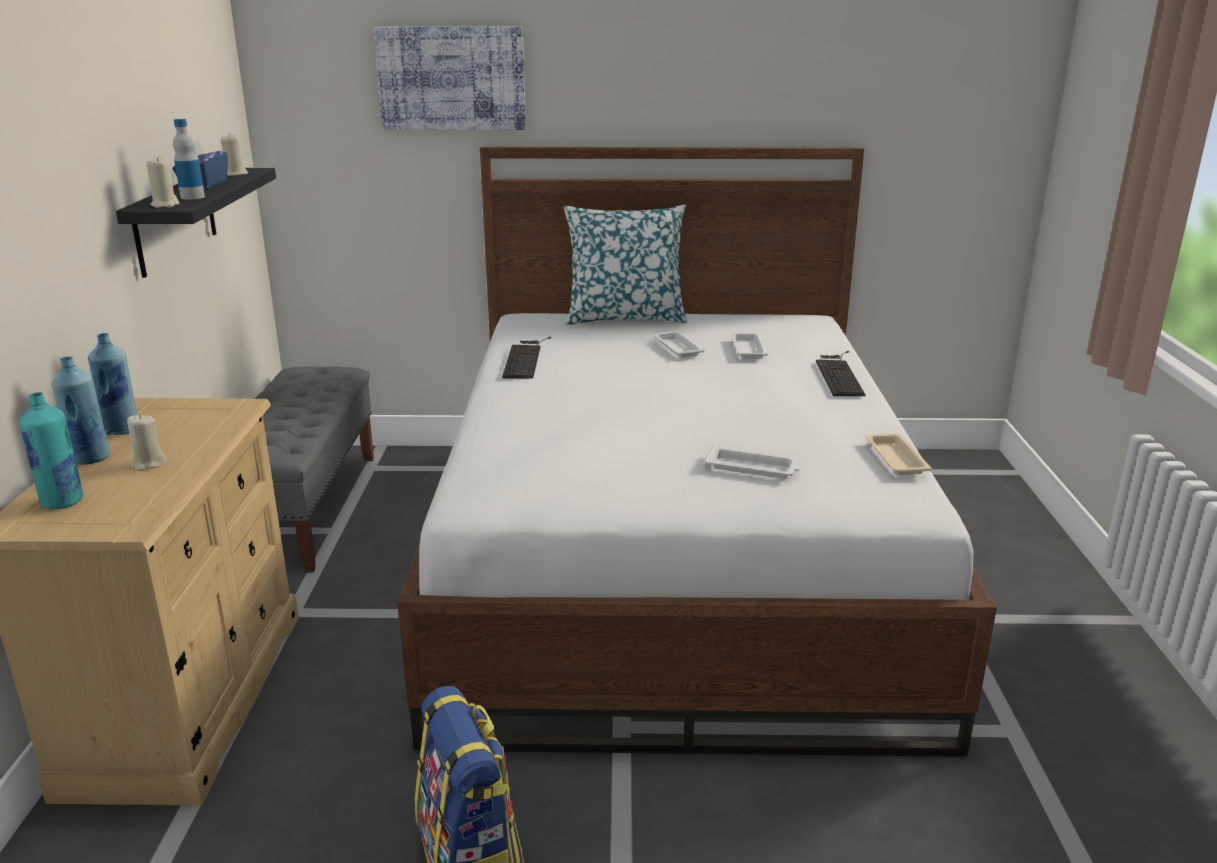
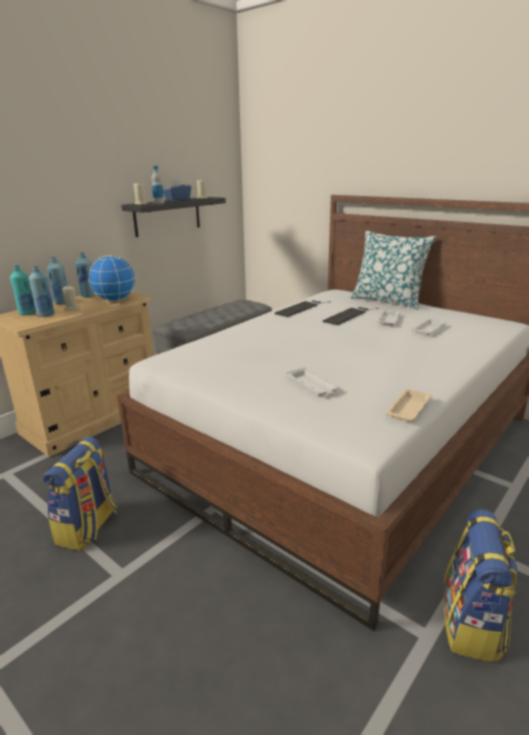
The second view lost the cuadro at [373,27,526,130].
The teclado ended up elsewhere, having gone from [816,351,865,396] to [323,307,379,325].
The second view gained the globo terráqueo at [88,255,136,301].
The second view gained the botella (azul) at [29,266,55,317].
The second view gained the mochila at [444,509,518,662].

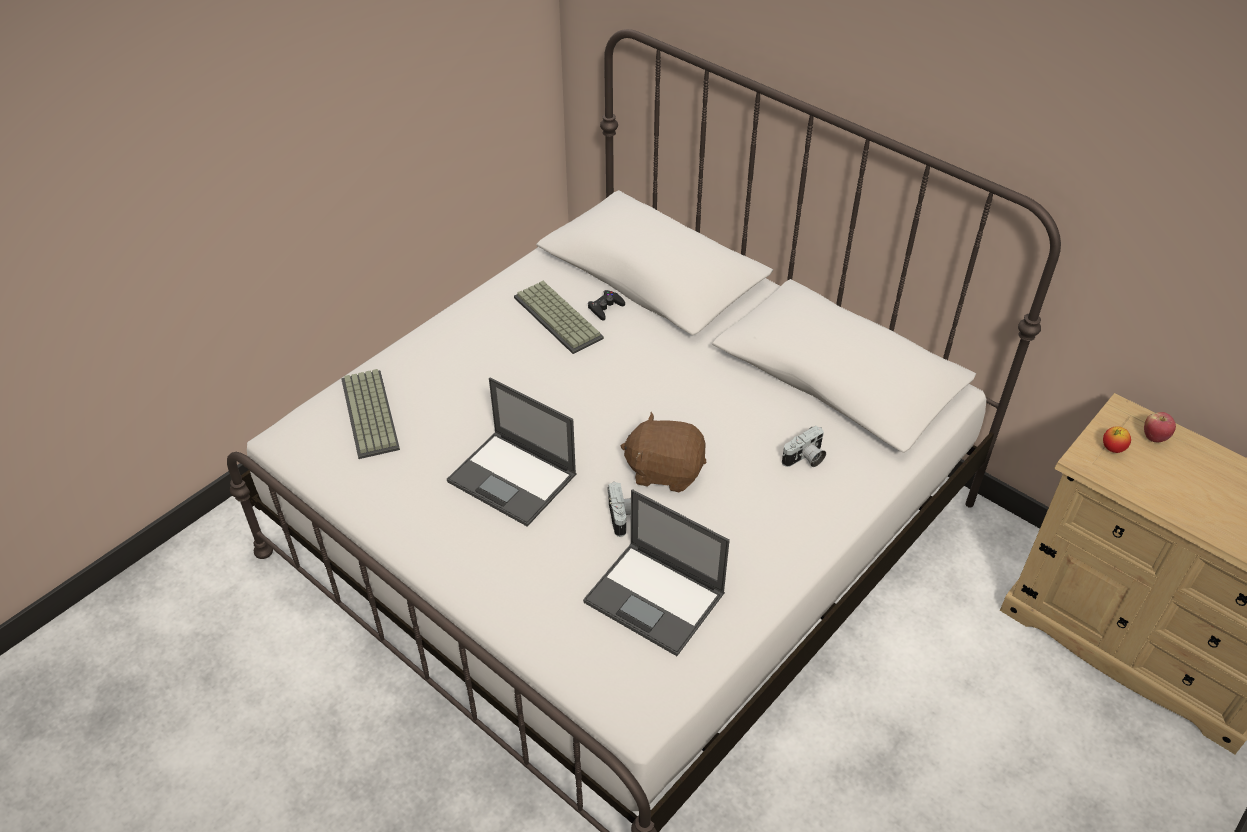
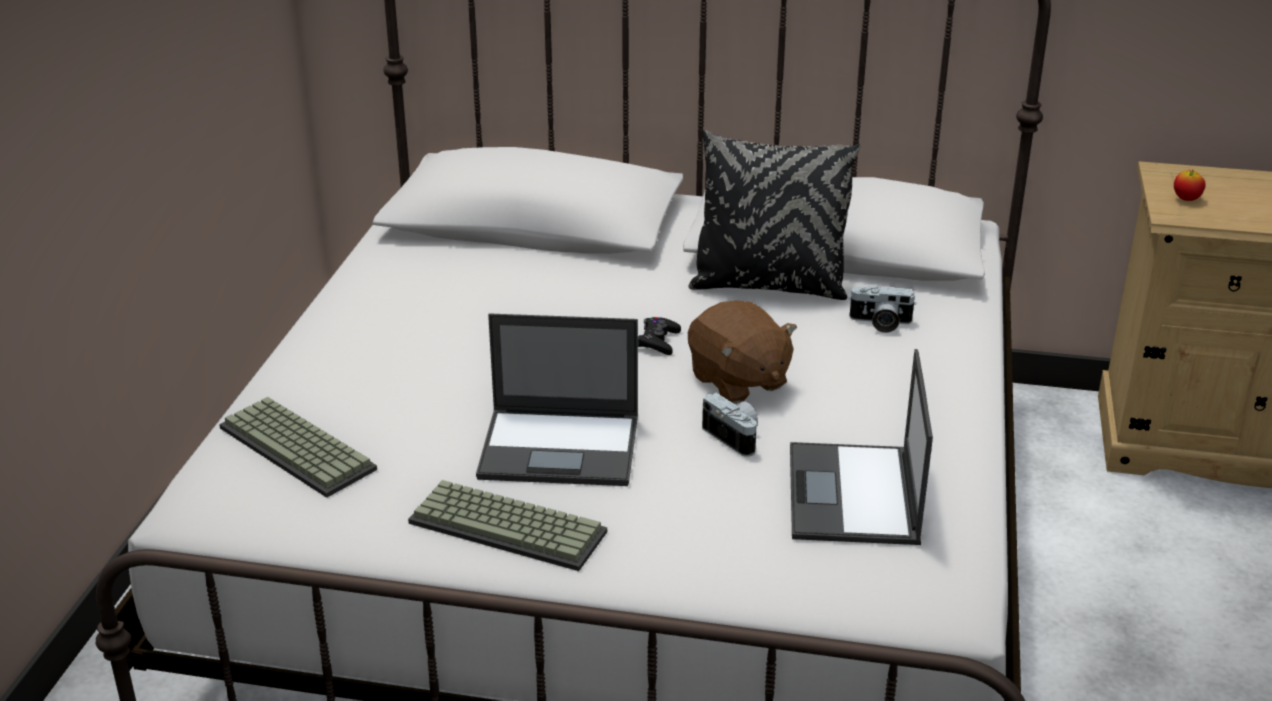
The teclado ended up elsewhere, having gone from [514,281,604,354] to [408,480,607,571].
The mando de consola (negro) ended up elsewhere, having gone from [588,290,625,321] to [638,317,681,355].
The peluche (marrón) at [621,412,706,492] ended up facing another way, 105 degrees counterclockwise from before.
The second view lost the manzana at [1144,412,1176,442].
The cámara at [782,426,826,467] ended up facing another way, 75 degrees clockwise from before.
The portátil at [583,490,730,656] ended up facing another way, 90 degrees clockwise from before.
The second view gained the cojín (negro) at [688,131,861,300].

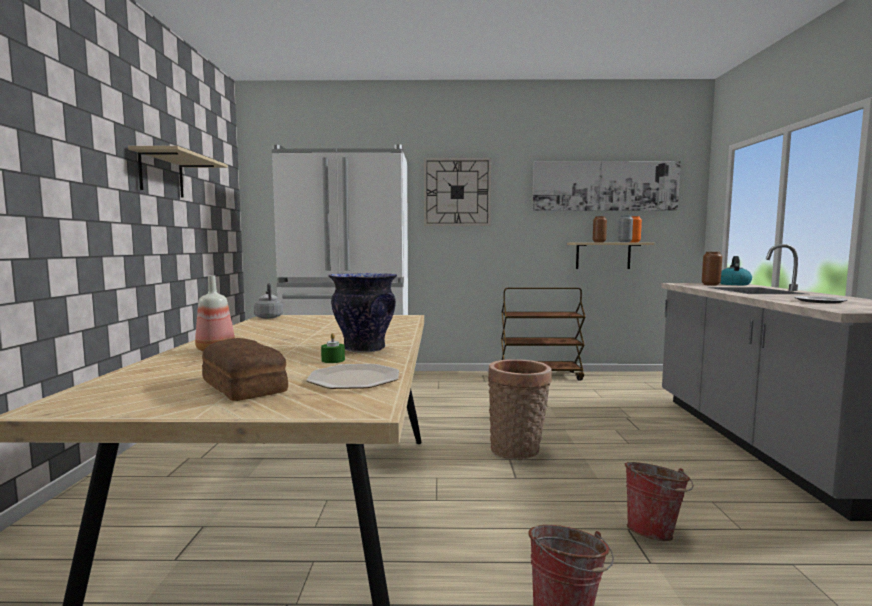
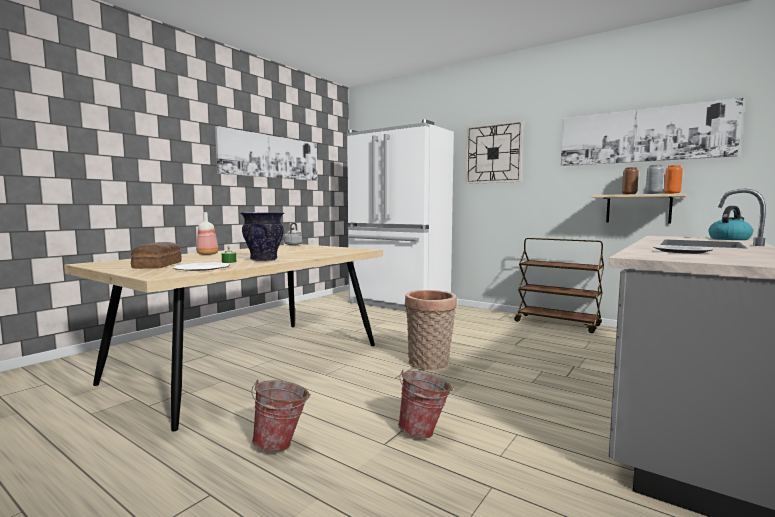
Where the estante (beis) hung at [128,146,228,198], the cuadro came to hang at [215,126,317,181].
The second view lost the florero (marrón) at [702,252,722,286].

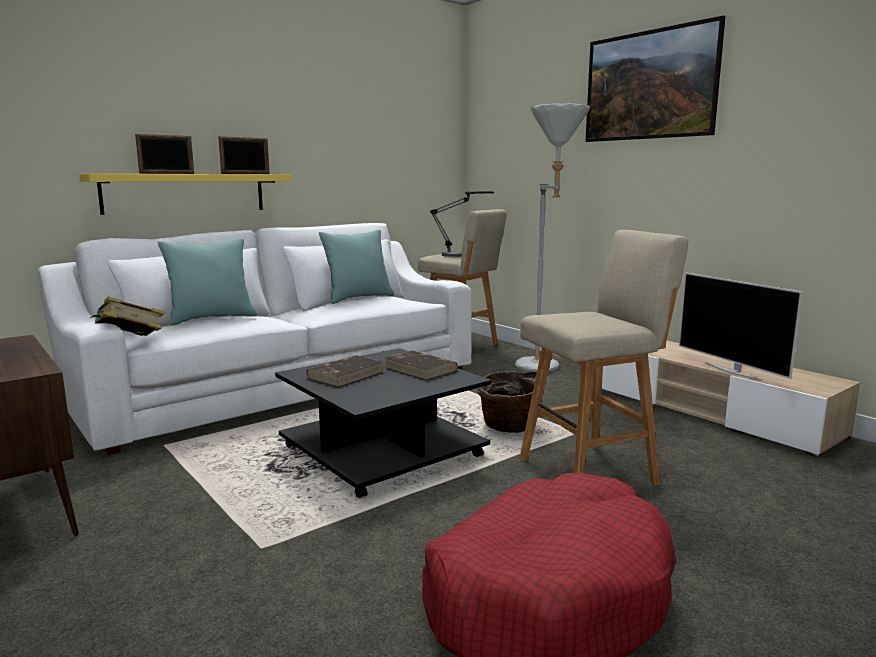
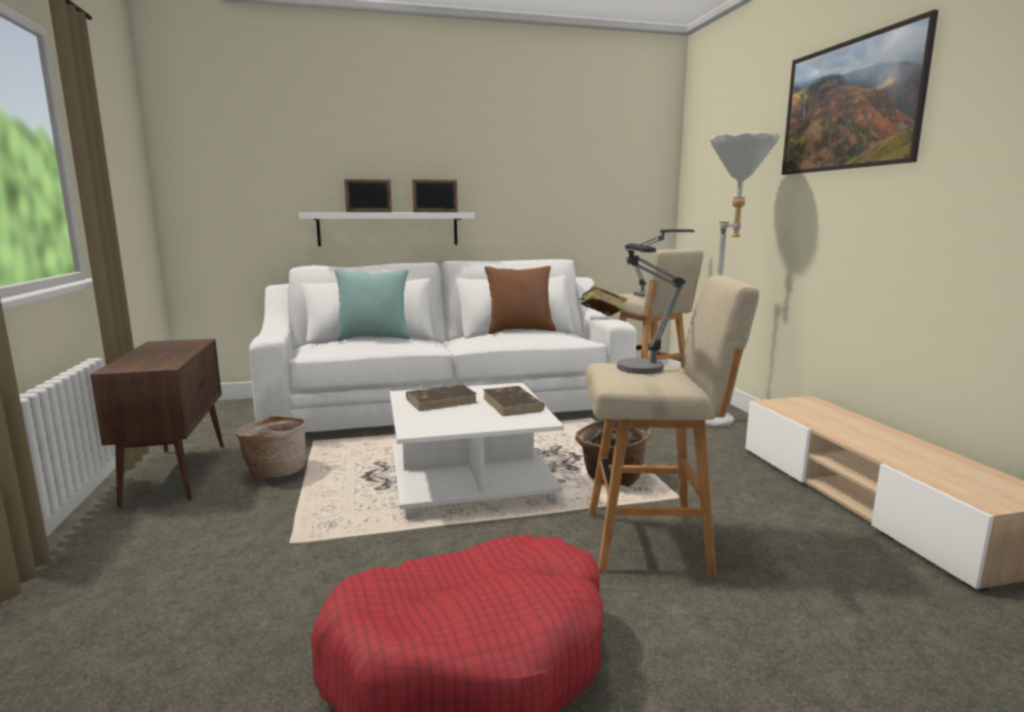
What was the estante (amarillo) at [79,174,291,215] turned into the estante (blanco) at [299,212,475,246].
What was the cojín (turquesa) at [319,230,394,304] turned into the cojín (marrón) at [485,266,556,334].
The second view lost the televisor at [679,273,803,381].
The libro ended up elsewhere, having gone from [90,296,165,336] to [578,285,628,316].
What was the mesa de centro (negro) at [275,348,491,498] turned into the mesa de centro (blanco) at [390,383,564,518].
The second view gained the lámpara de mesa at [617,243,686,374].
The second view gained the cesta at [235,415,306,479].

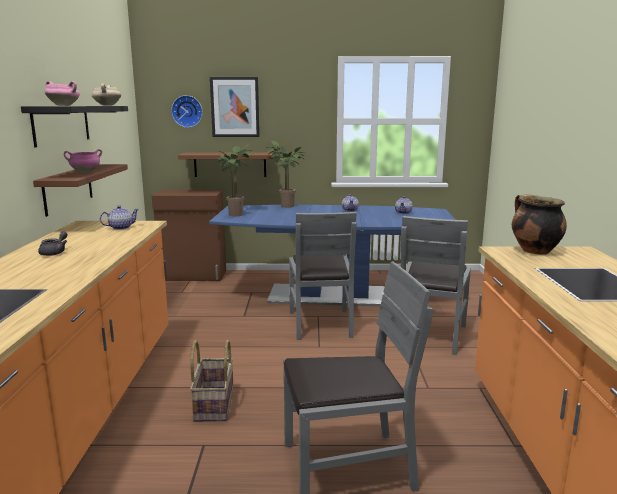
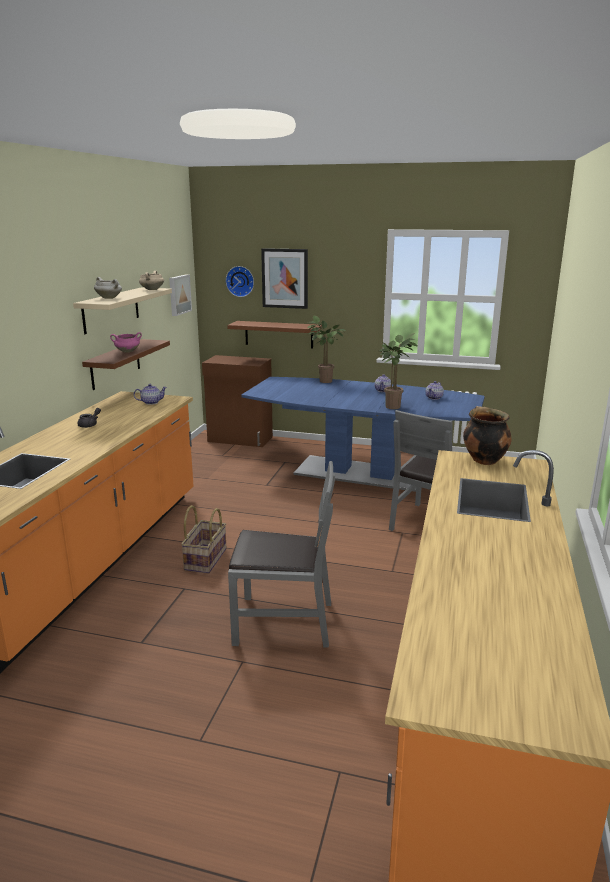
What was the olla (rosa) at [44,81,80,106] turned into the olla (blanco) at [94,277,122,299].
What was the estante (negro) at [21,106,128,148] turned into the estante (beis) at [73,288,172,334].
The planta en maceta ended up elsewhere, having gone from [217,144,254,216] to [379,333,418,409].
The second view lost the silla (gris) at [289,212,357,340].
The second view gained the cuadro at [169,274,192,316].

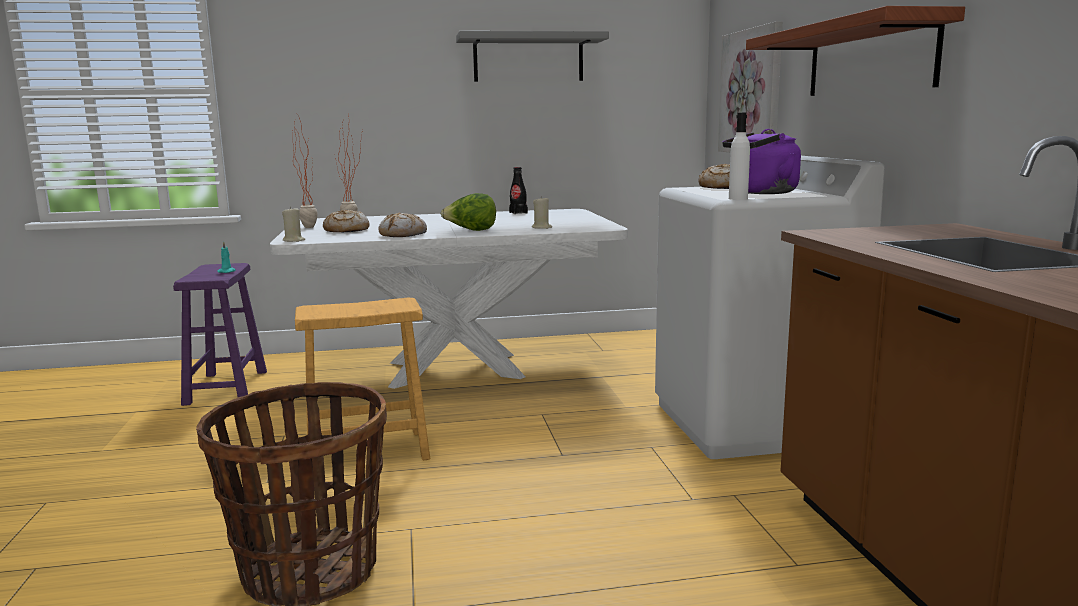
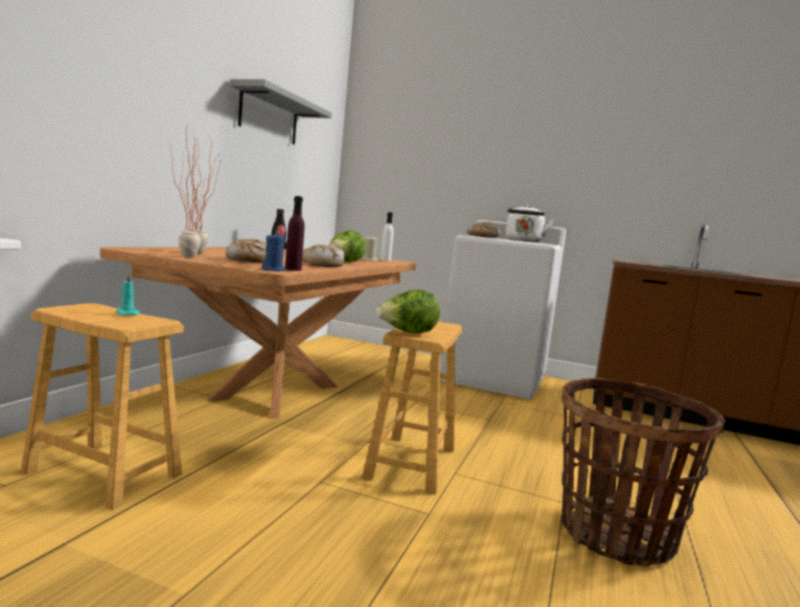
The second view lost the estante at [746,6,965,96].
The second view lost the cuadro at [718,21,783,153].
The botella (blanco) ended up elsewhere, having gone from [729,113,750,200] to [380,212,394,261].
What was the hervidor (morado) at [722,129,801,194] turned into the hervidor (blanco) at [506,205,554,242].
What was the vela (beis) at [282,206,305,242] turned into the vela (azul) at [262,232,286,271].
What was the mesa de comedor (blanco) at [270,209,628,389] turned into the mesa de comedor (marrón) at [100,247,416,419].
What was the taburete (morado) at [173,263,267,406] turned into the taburete (marrón) at [21,303,184,510].
The second view gained the botella (morado) at [285,196,305,271].
The second view gained the lechuga at [376,289,440,333].

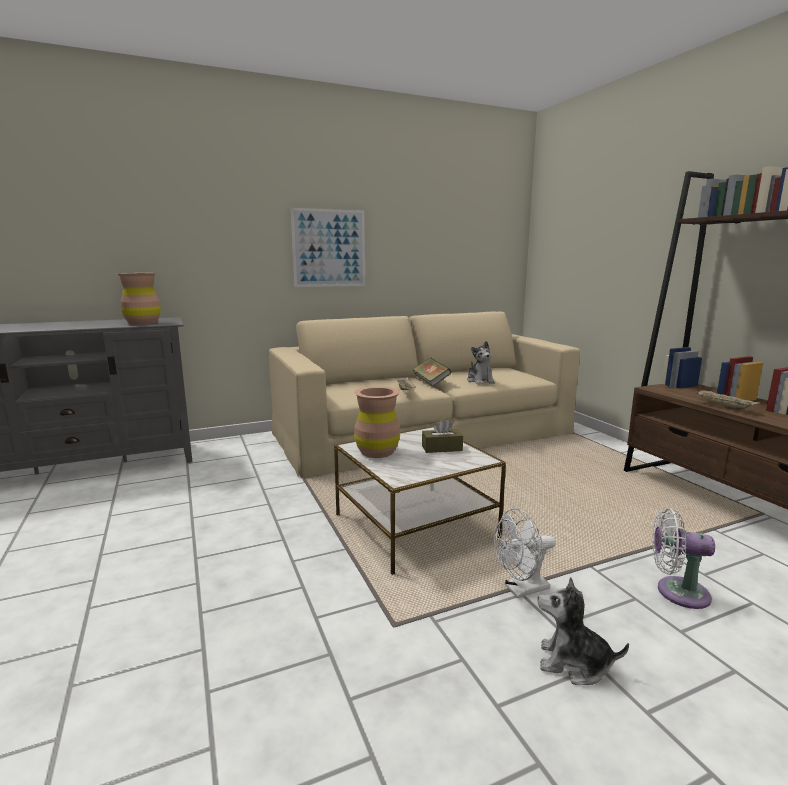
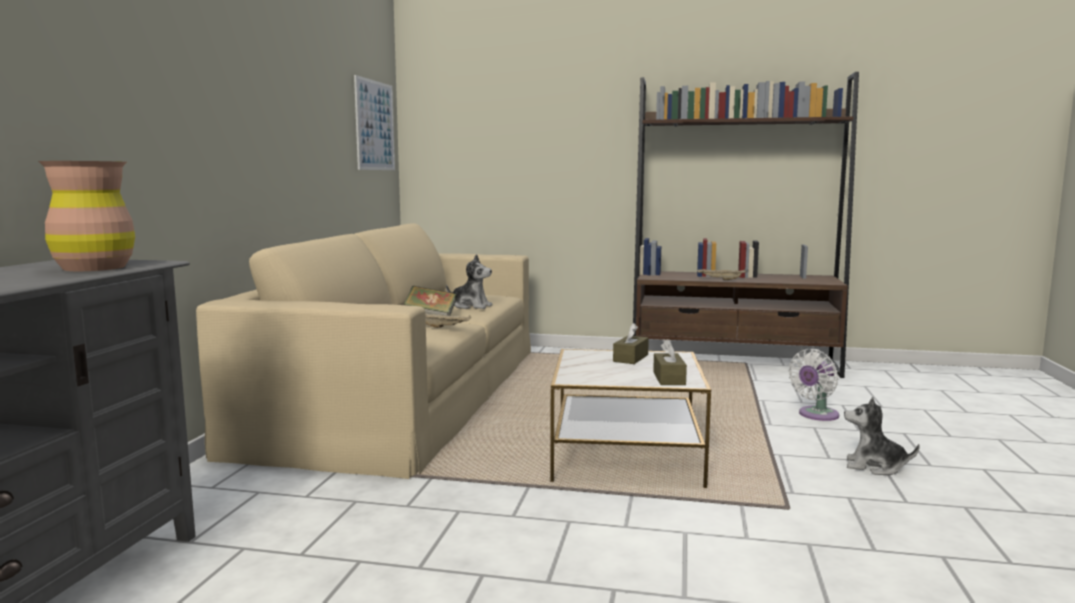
The cuadro ended up elsewhere, having gone from [291,208,365,287] to [354,75,395,170].
The second view lost the florero (marrón) at [354,386,400,458].
The second view lost the ventilador (blanco) at [494,508,556,598].
The peluche at [538,577,629,685] ended up facing another way, 60 degrees clockwise from before.
The second view gained the caja de pañuelos (marrón) at [653,339,687,385].

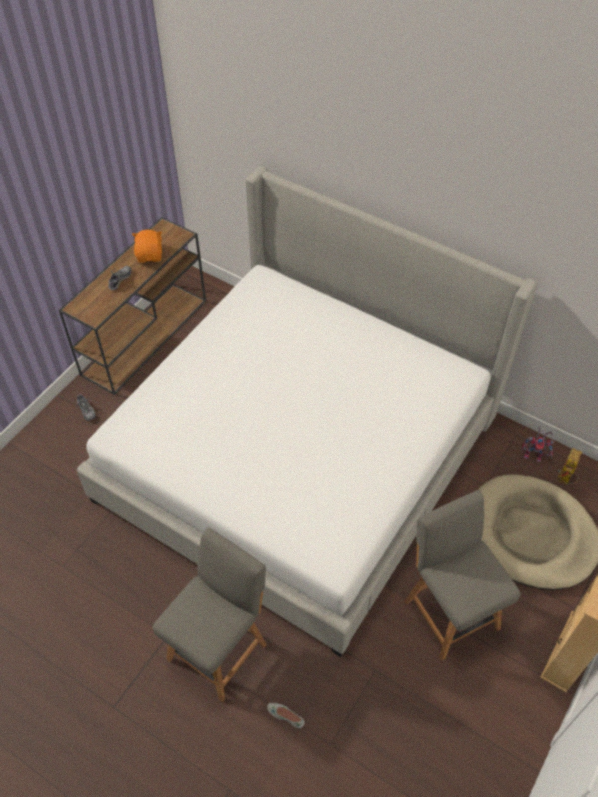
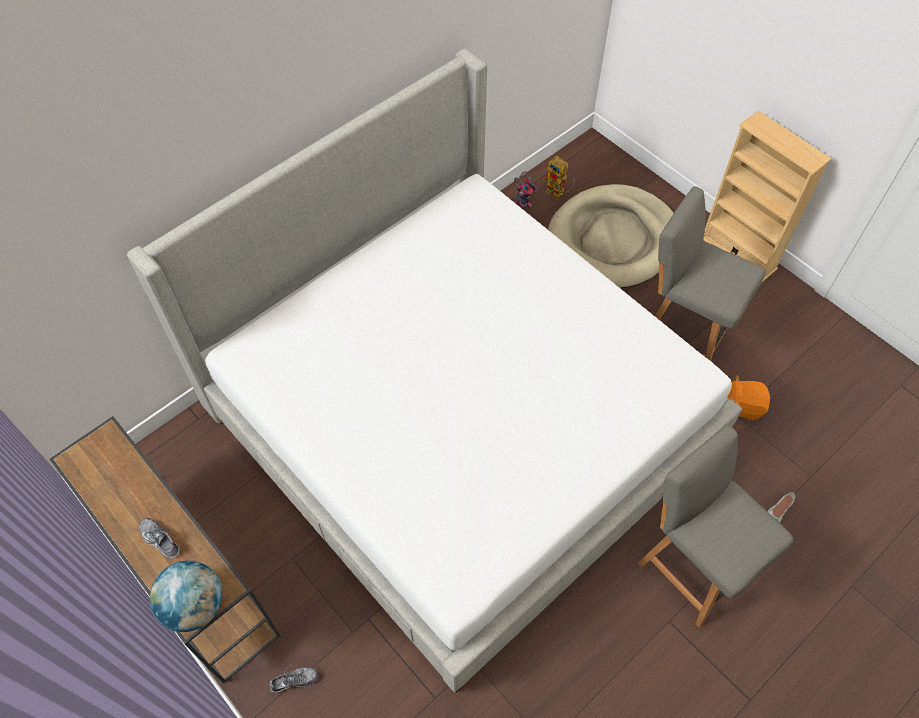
The peluche (naranja) ended up elsewhere, having gone from [132,230,162,263] to [727,375,770,420].
The silla (gris) at [405,490,520,661] ended up facing another way, 45 degrees clockwise from before.
The second view gained the globo terráqueo at [150,560,222,632].

